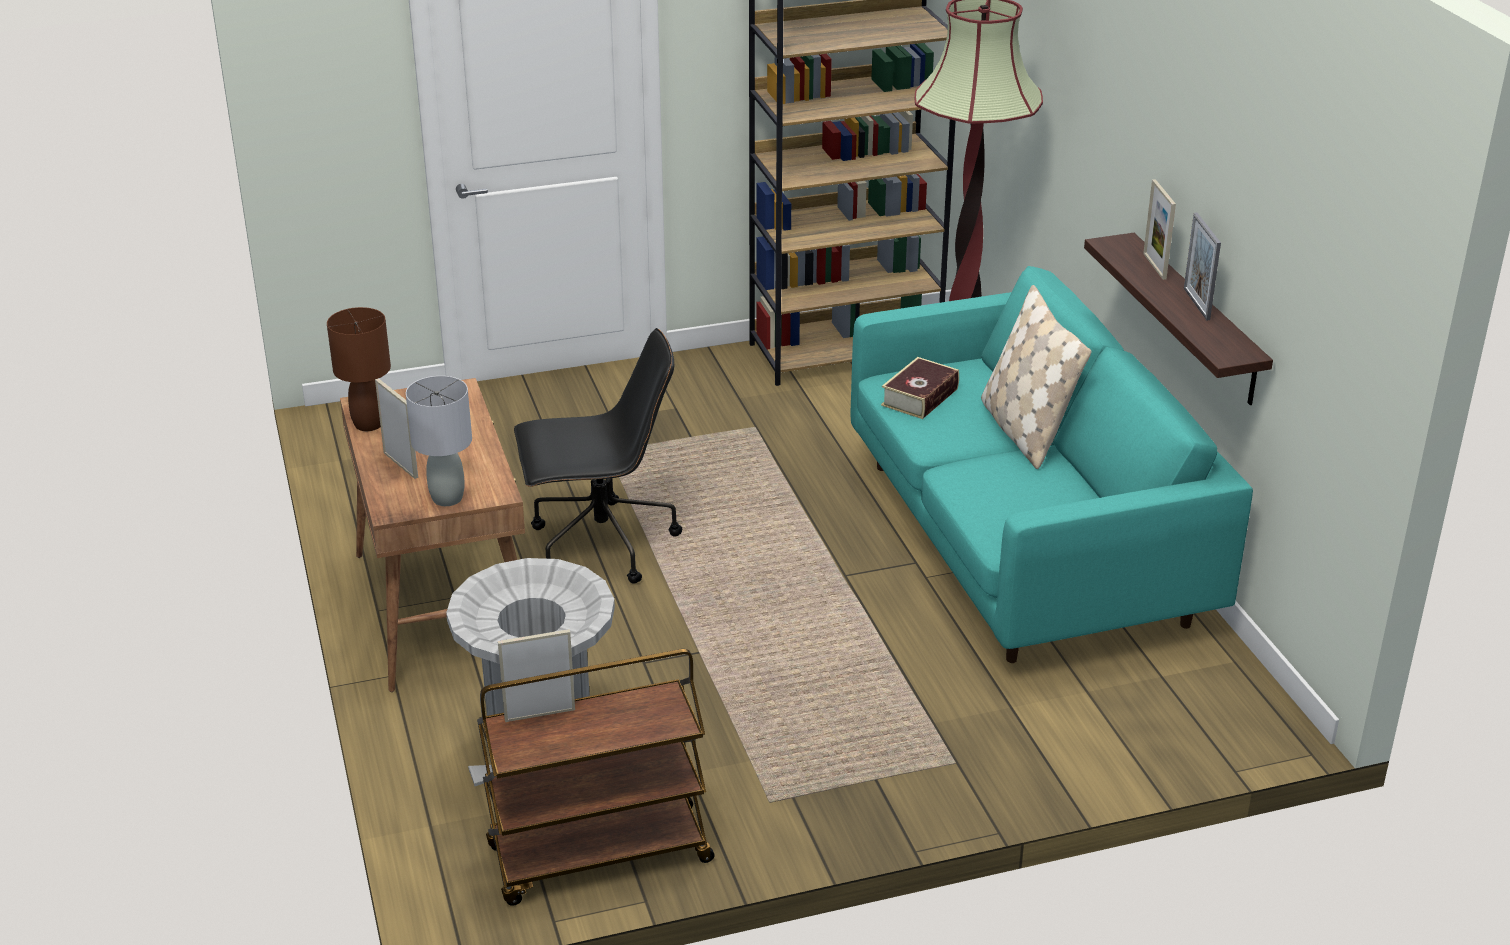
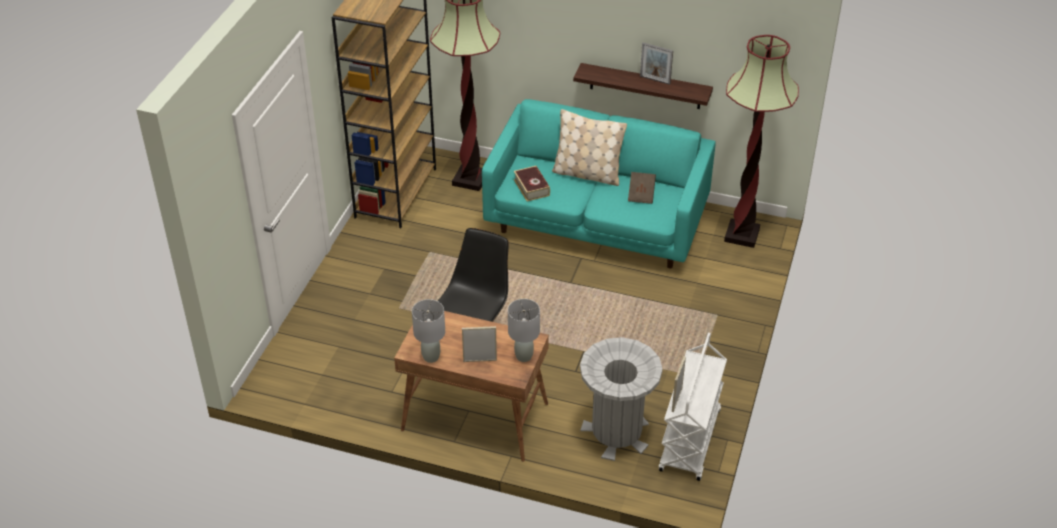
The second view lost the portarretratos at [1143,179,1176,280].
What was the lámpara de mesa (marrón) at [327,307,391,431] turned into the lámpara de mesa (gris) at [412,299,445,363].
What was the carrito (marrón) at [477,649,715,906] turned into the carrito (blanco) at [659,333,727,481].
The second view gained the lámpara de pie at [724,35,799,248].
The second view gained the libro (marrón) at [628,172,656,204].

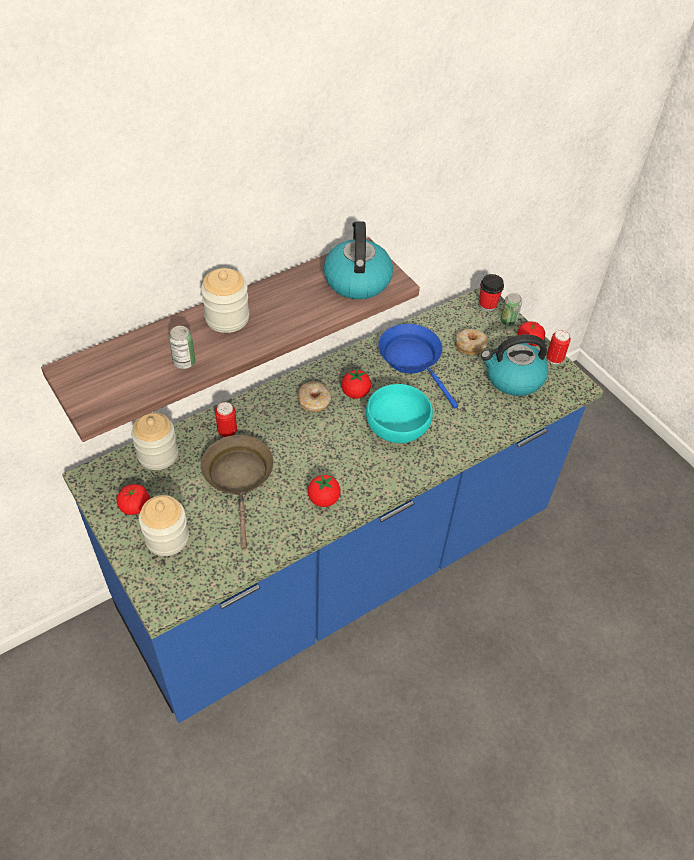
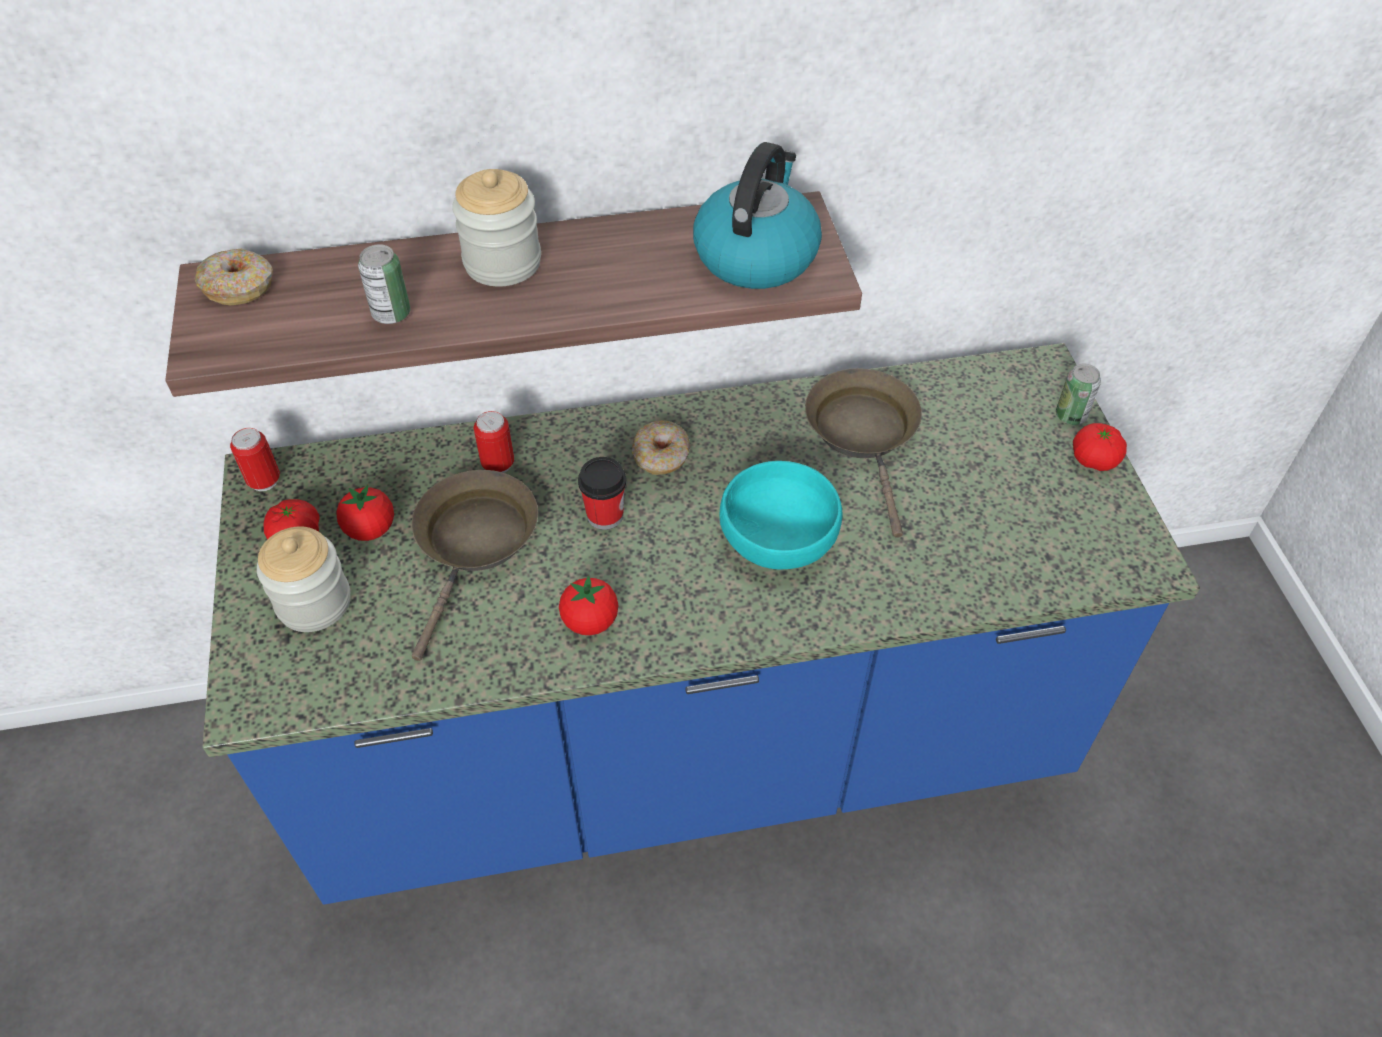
The taza ended up elsewhere, having gone from [479,274,504,312] to [578,457,626,530].
What was the sartén (azul) at [378,324,458,409] turned into the sartén (marrón) at [805,368,922,538].
The rosquilla ended up elsewhere, having gone from [455,329,488,355] to [194,249,273,305].
The lata ended up elsewhere, having gone from [546,330,571,364] to [230,428,280,491].
The second view lost the hervidor at [481,335,548,396].
The tomate ended up elsewhere, having gone from [341,368,371,399] to [336,484,394,541].
The second view lost the tarro at [131,412,178,470].

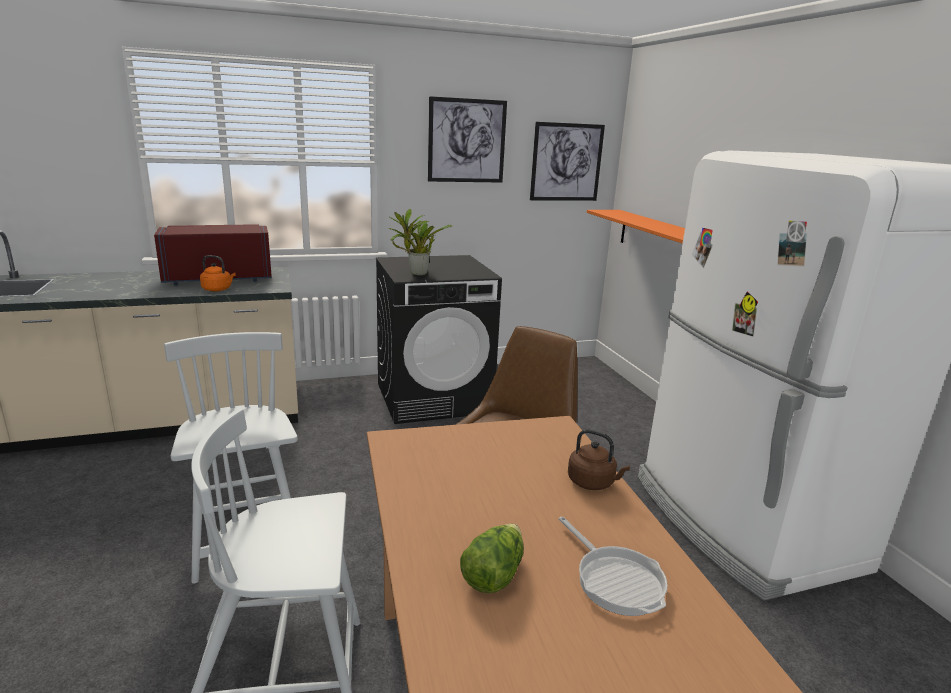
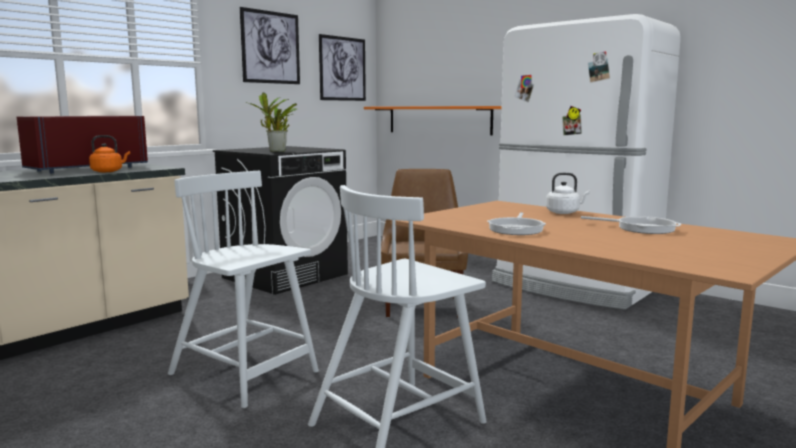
What was the hervidor (marrón) at [568,429,630,490] turned into the hervidor (blanco) at [546,173,590,214].
The second view lost the lechuga at [460,524,524,593].
The second view gained the sartén at [487,212,546,235].

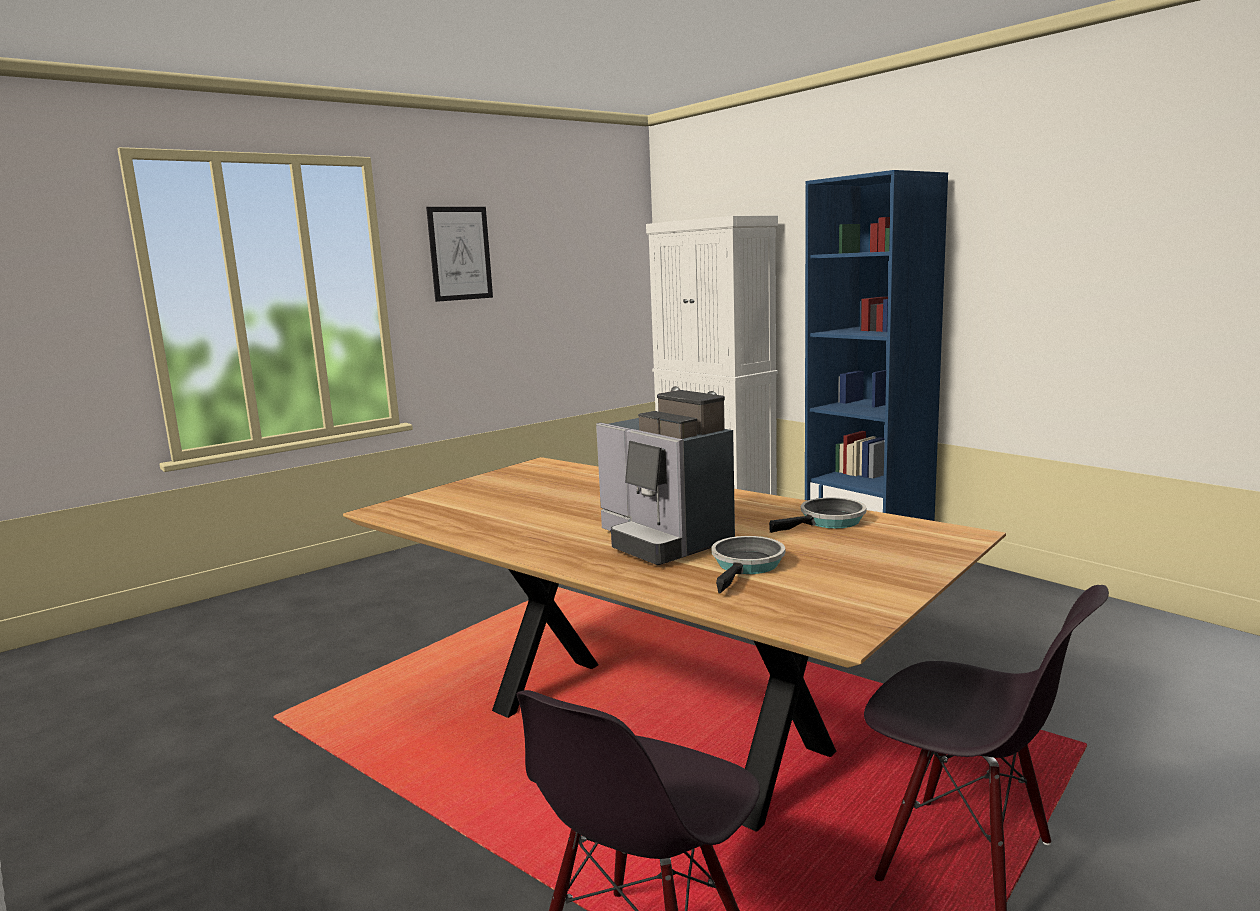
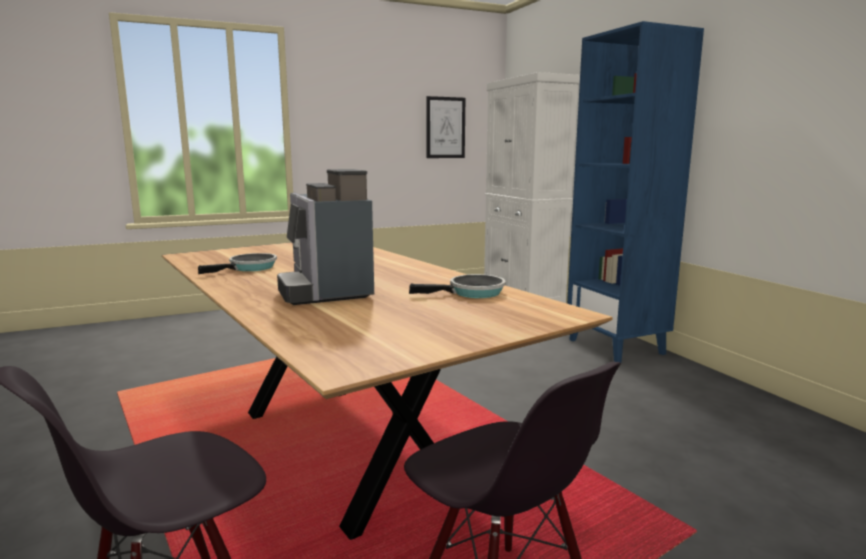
The cuadro ended up elsewhere, having gone from [426,207,493,302] to [426,96,465,158].
The sartén ended up elsewhere, having gone from [711,536,785,594] to [198,253,277,274].

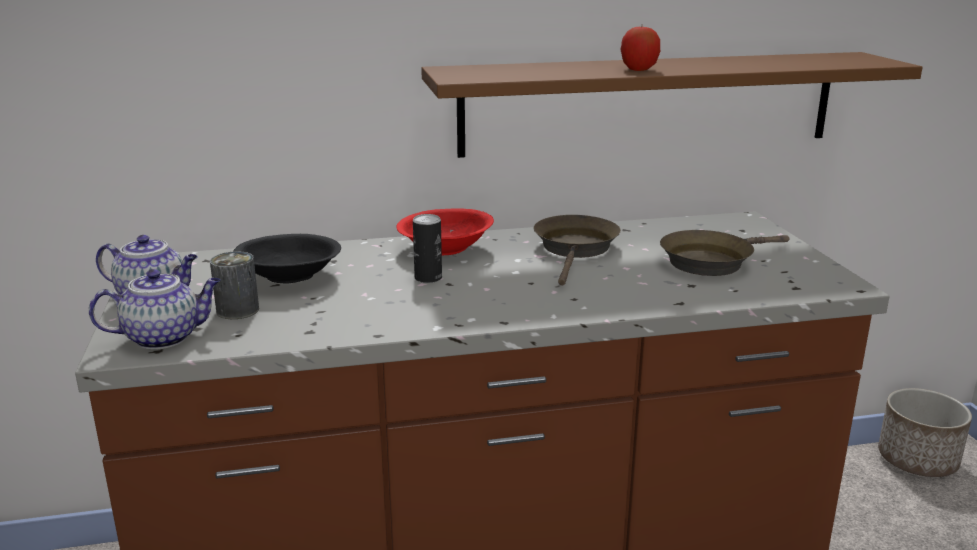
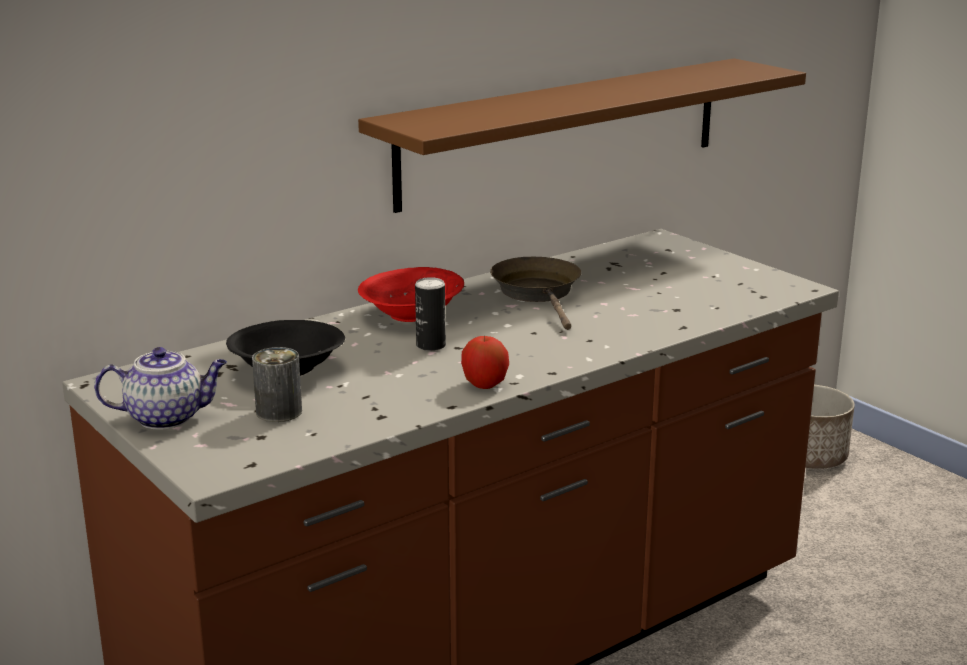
The manzana ended up elsewhere, having gone from [620,27,660,71] to [461,336,509,389].
The second view lost the sartén (marrón) at [660,230,790,276].
The second view lost the tetera at [89,269,221,349].

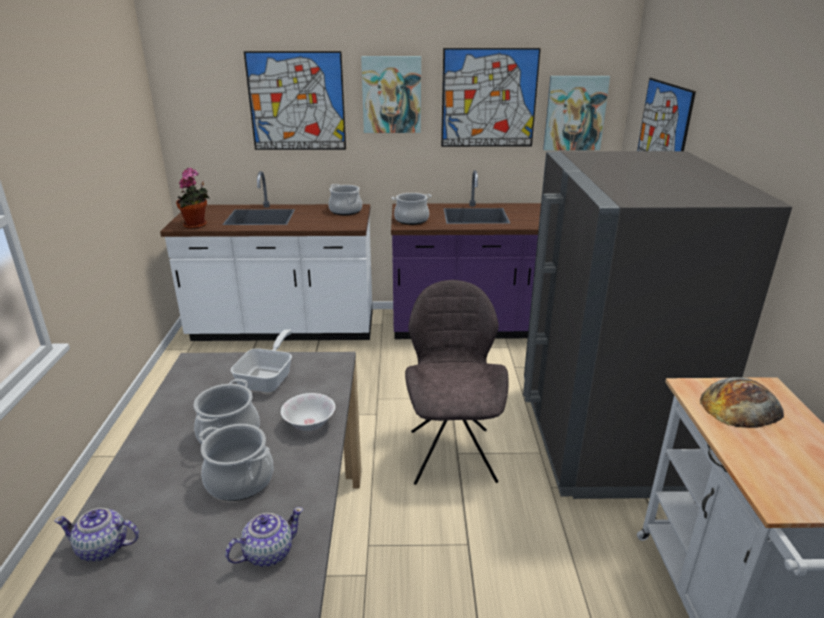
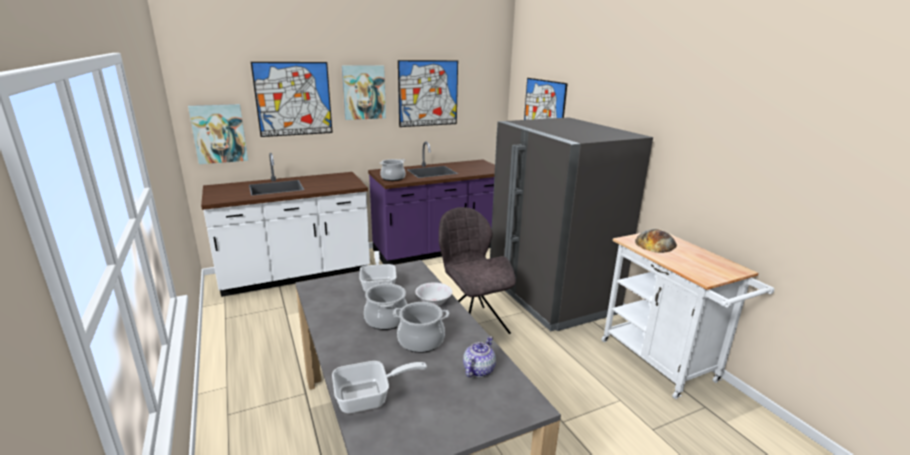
The cuadro ended up elsewhere, having gone from [543,76,610,151] to [188,104,248,164].
The second view lost the planta en maceta at [176,168,210,229].
The second view lost the olla at [328,184,362,215].
Where the tetera stood at [54,508,139,561], the sartén came to stand at [332,361,427,413].

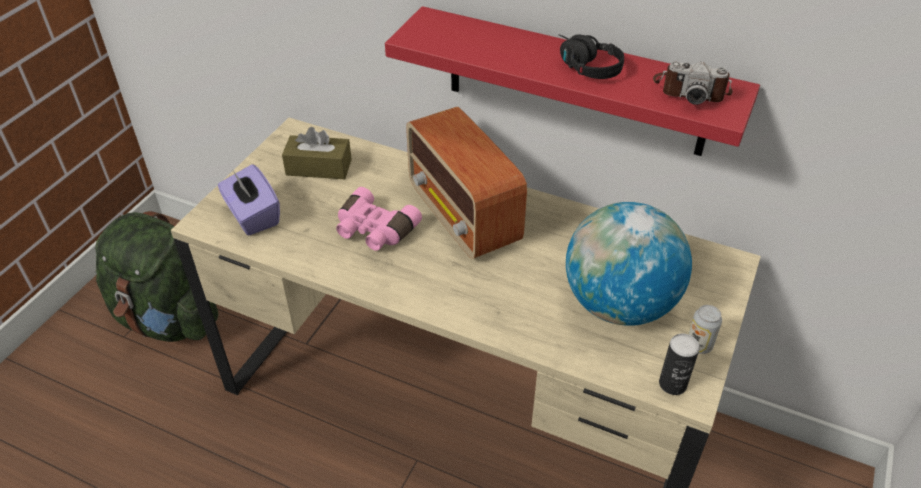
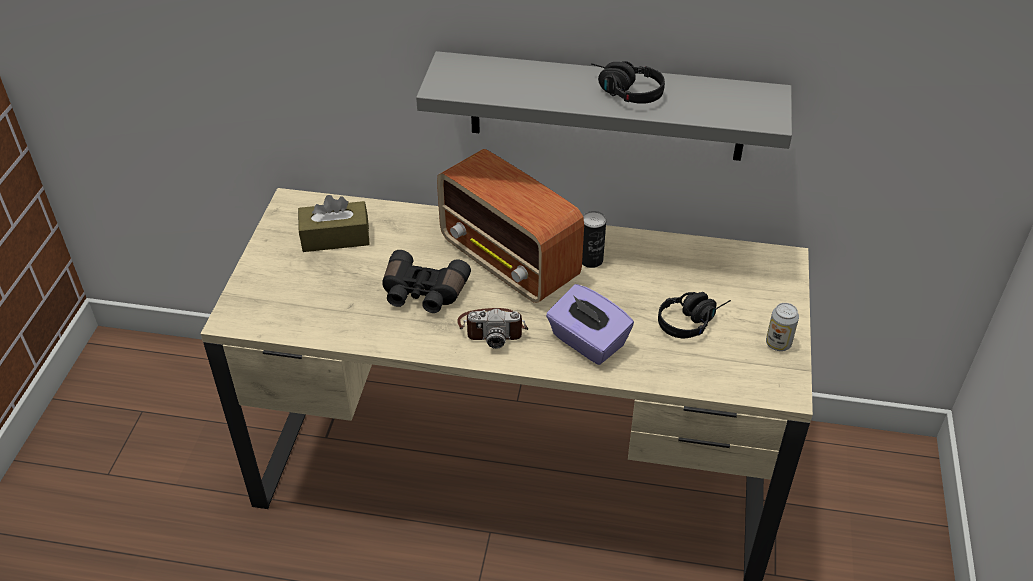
What was the estante (rojo) at [385,6,760,156] turned into the estante (gris) at [416,51,792,161].
The cámara ended up elsewhere, having gone from [653,61,733,105] to [457,308,528,349].
The caja de pañuelos (morado) ended up elsewhere, having gone from [218,164,280,235] to [546,284,634,365].
What was the prismáticos (rosa) at [336,187,422,251] turned into the prismáticos (negro) at [382,250,471,313].
Where the globo terráqueo stood at [566,202,692,326], the auriculares (negro) came to stand at [658,292,731,338].
The second view lost the mochila (verde) at [95,211,218,342].
The lata ended up elsewhere, having gone from [659,334,700,395] to [582,211,606,268].

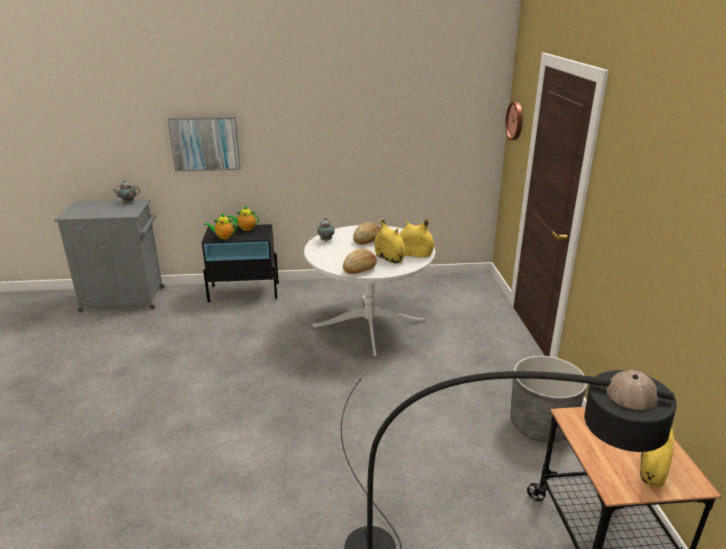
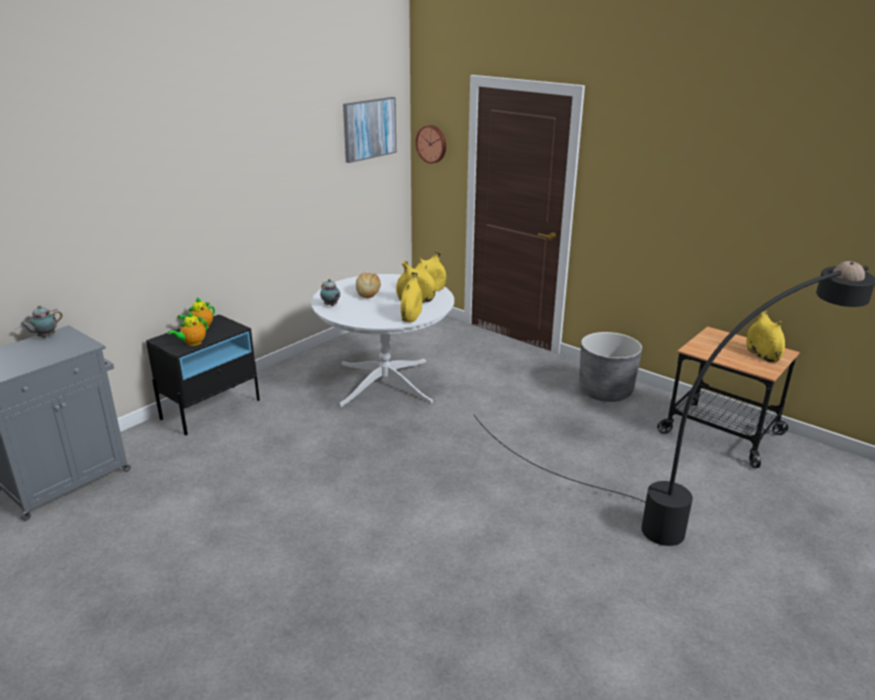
The cuadro ended up elsewhere, having gone from [168,117,241,171] to [343,97,396,163].
Where the pan stood at [343,249,377,274], the florero (amarillo) came to stand at [401,272,422,322].

